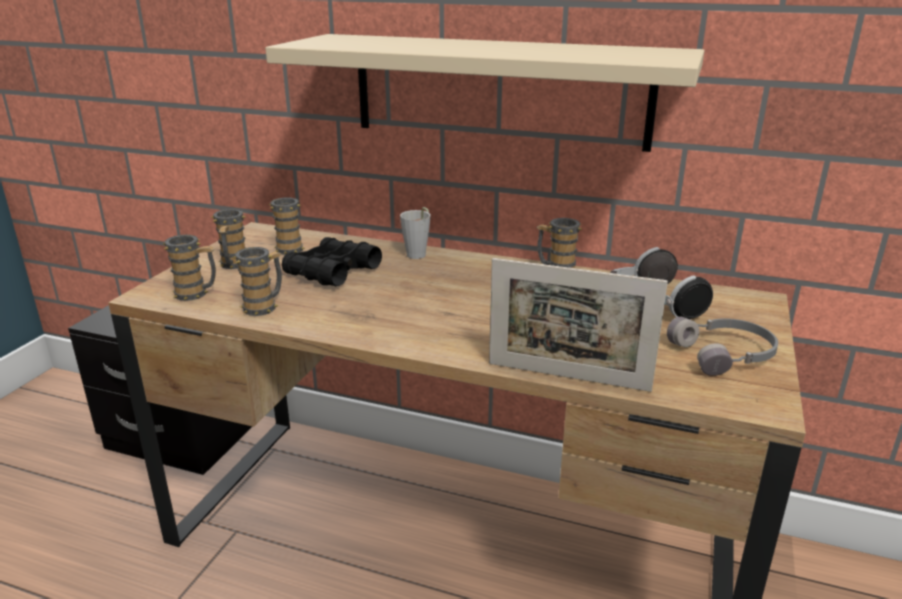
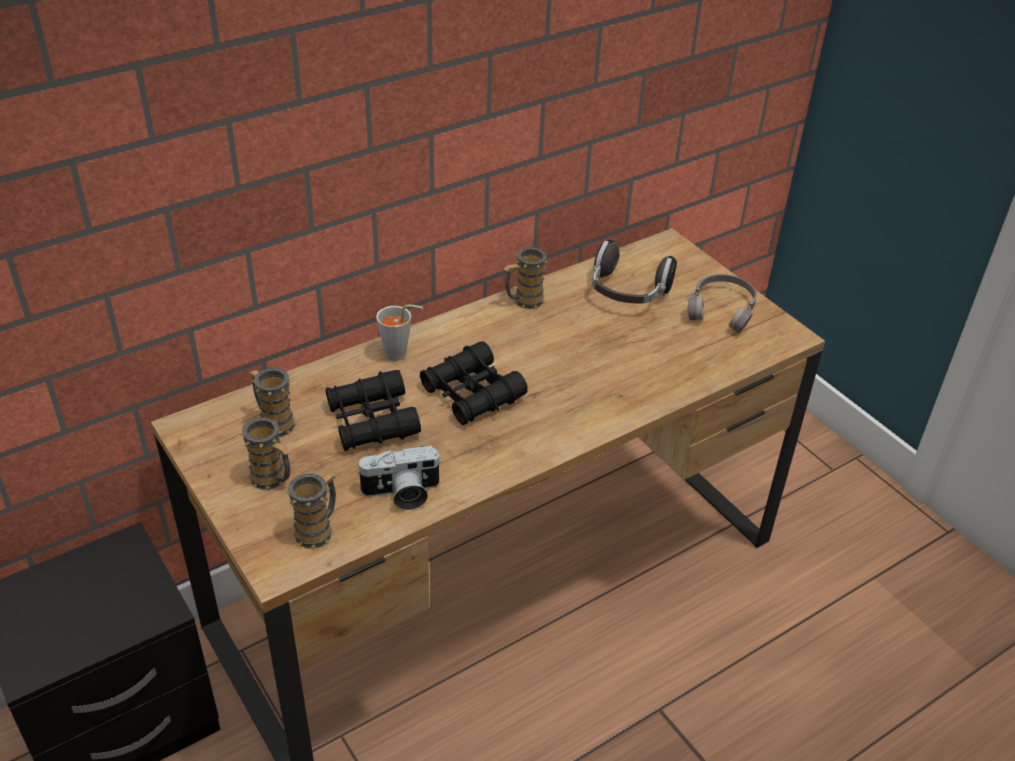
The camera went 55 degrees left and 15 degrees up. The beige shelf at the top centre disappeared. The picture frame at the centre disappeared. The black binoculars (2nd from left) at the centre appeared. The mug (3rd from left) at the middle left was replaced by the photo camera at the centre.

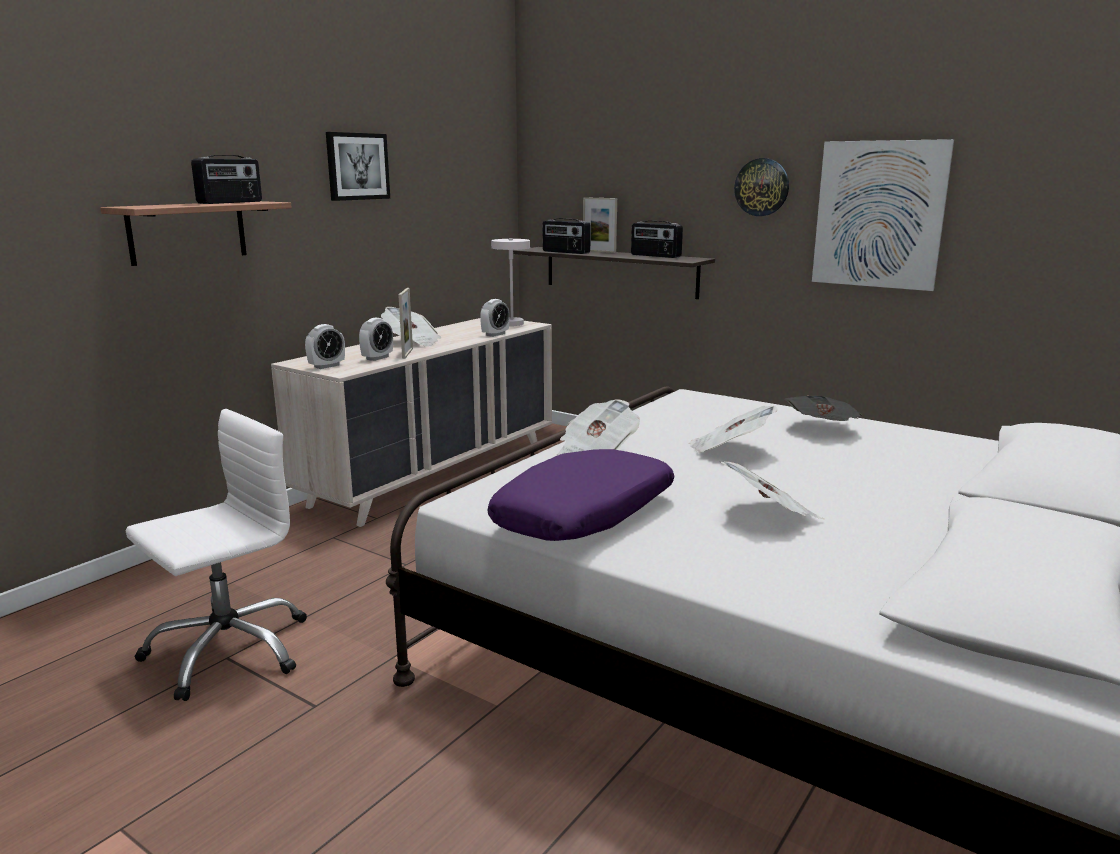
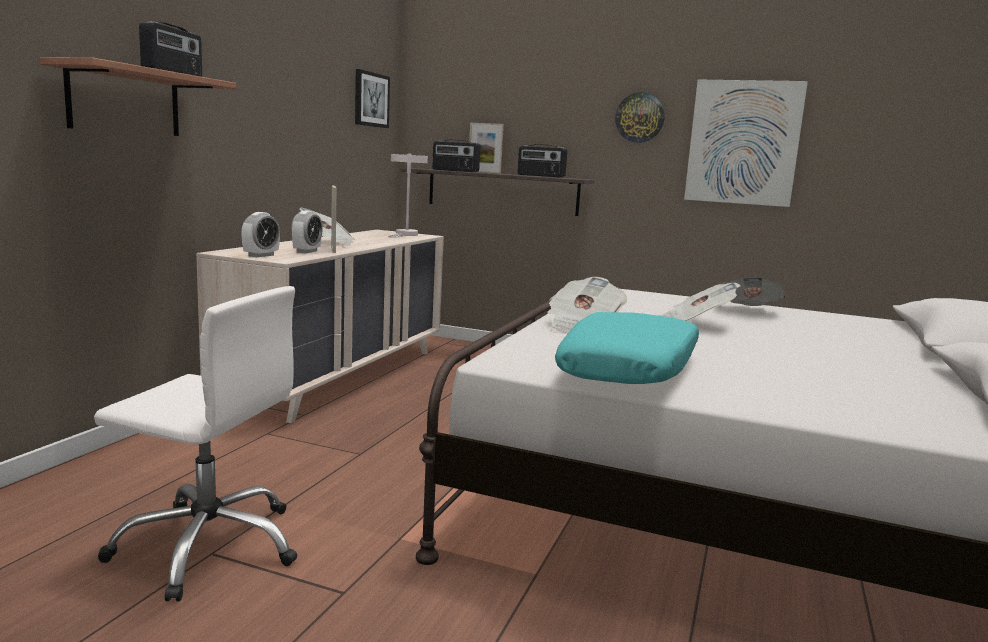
The camera went 15 degrees left and 5 degrees down. The alarm clock (3rd from left) at the centre disappeared. The newspaper (4th from left) at the middle right disappeared. The picture (1st from left) moved from the top left to the top centre. The purple pillow at the centre became the turquoise pillow at the centre. The white office chair at the middle left turned 75 degrees clockwise.

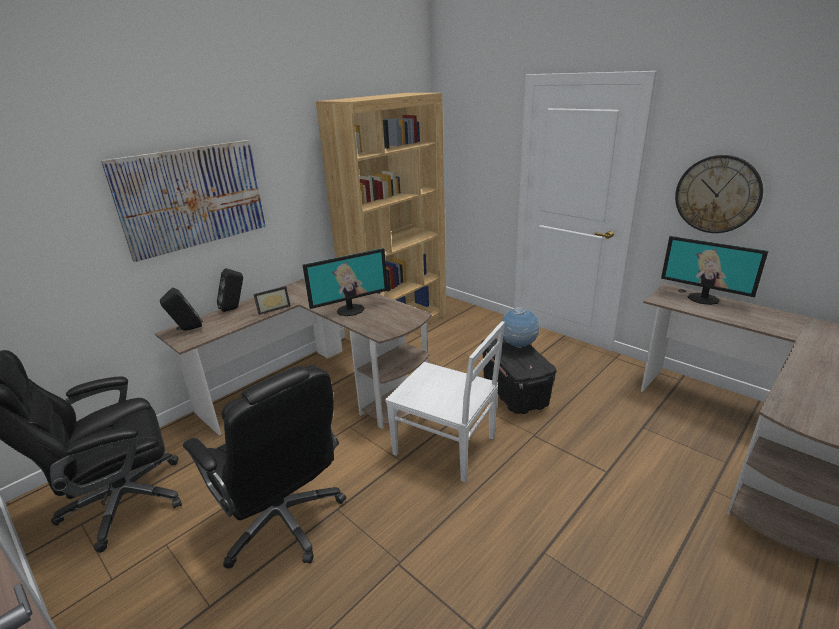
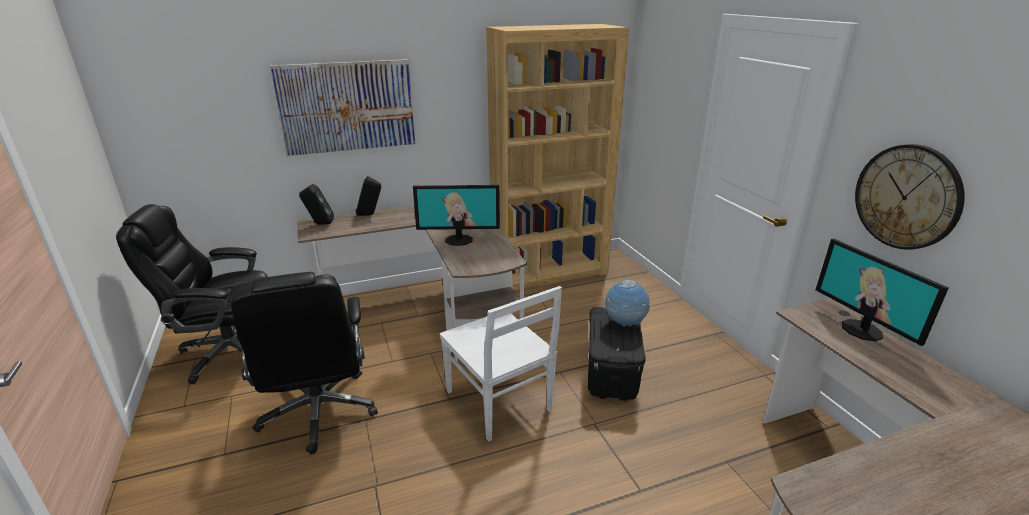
The camera went 25 degrees right and 0 degrees up. The picture frame at the middle left disappeared.

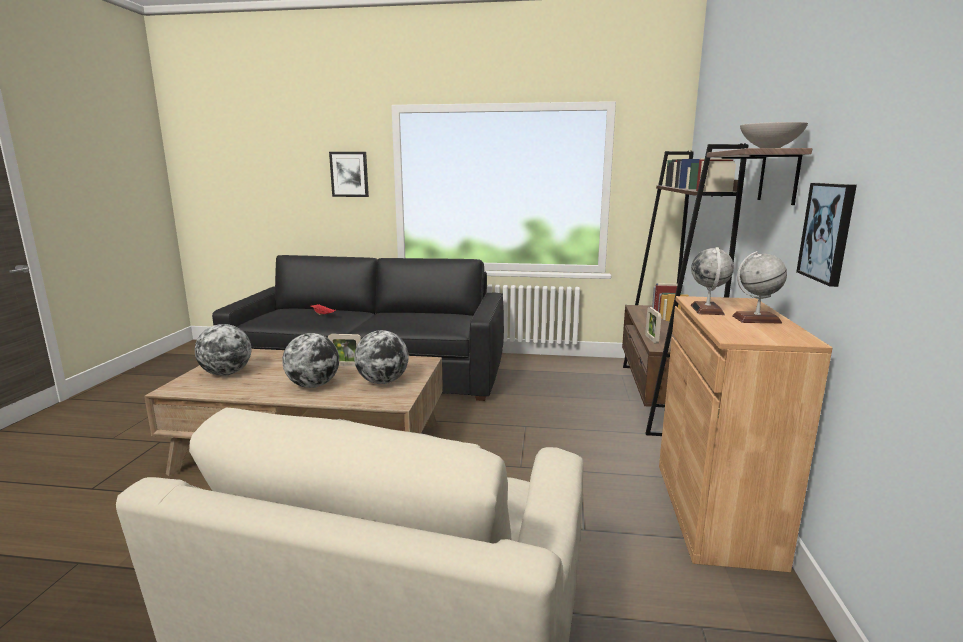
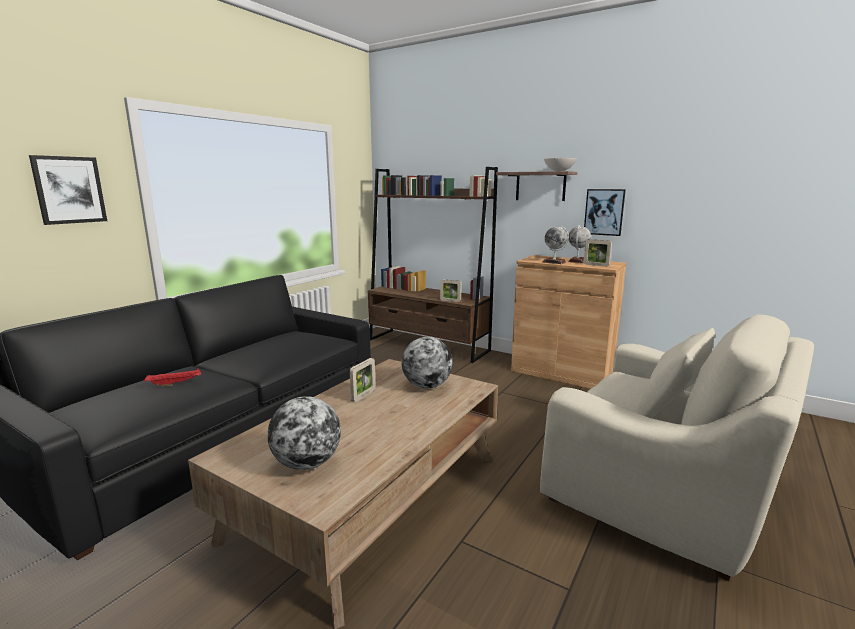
The camera went 65 degrees left and 0 degrees up. The globe (2nd from left) at the middle left disappeared. The picture frame (3rd from left) at the middle right appeared.

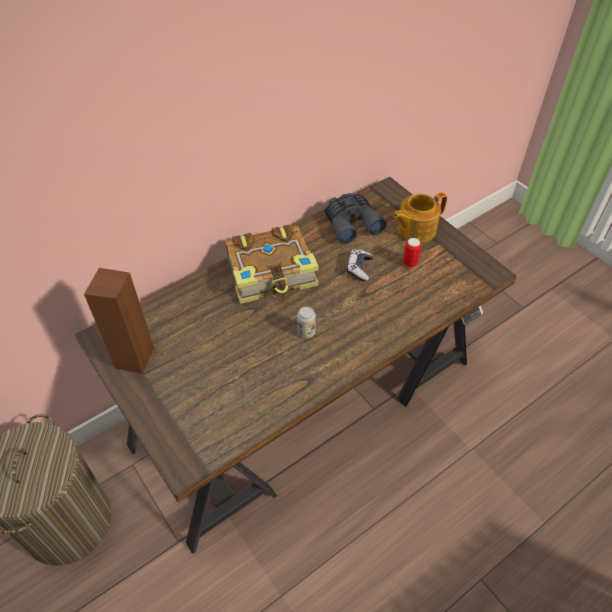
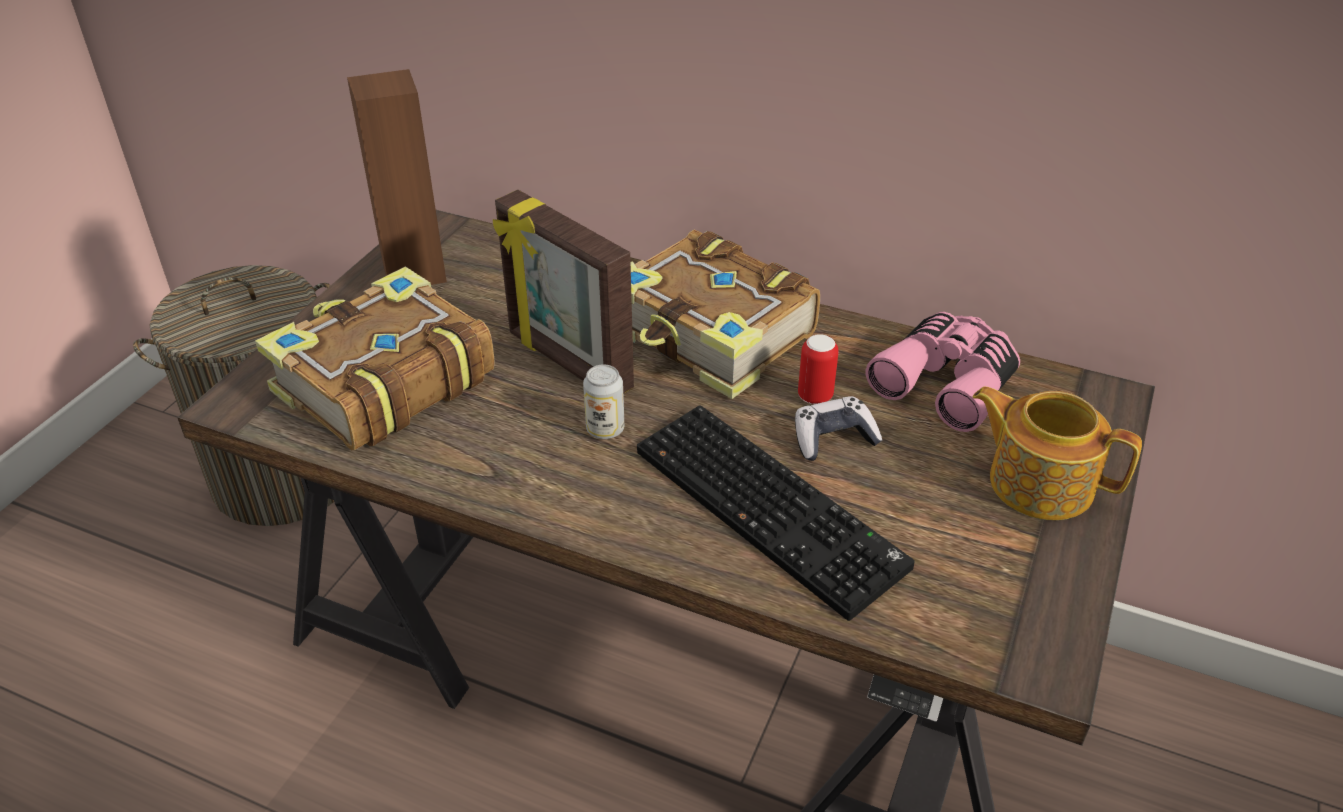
The camera went 60 degrees right and 10 degrees down. The book (1st from left) at the middle left appeared. The picture frame at the centre appeared. The keyboard at the centre appeared. The can (2nd from left) moved from the middle right to the centre. The grey binoculars at the centre became the pink binoculars at the middle right.

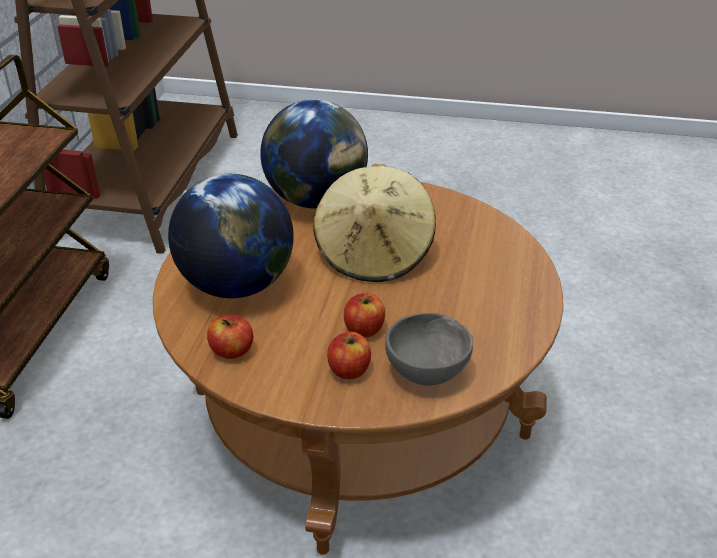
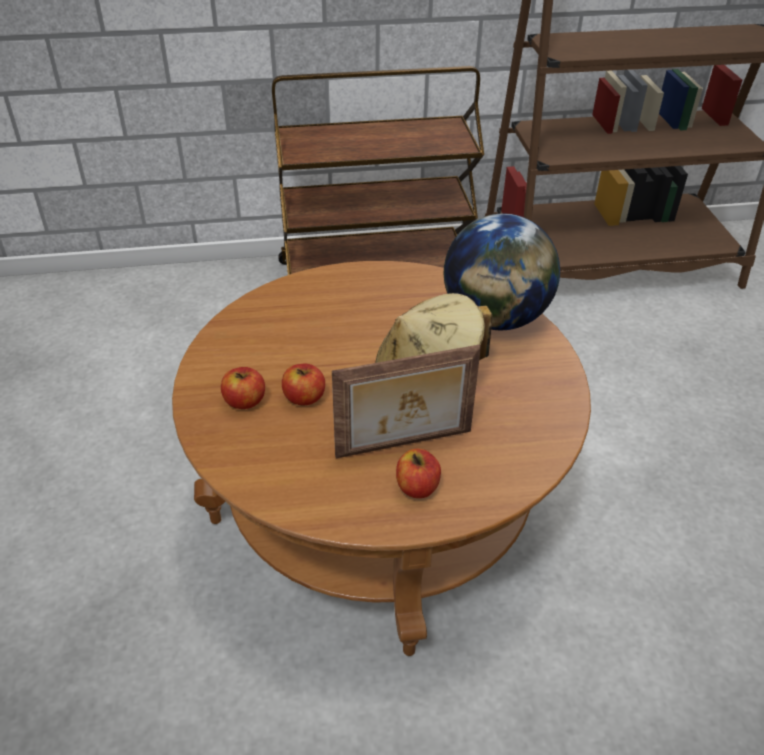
The camera went 70 degrees right and 5 degrees up. The globe (1st from left) at the middle left disappeared. The grey bowl at the centre disappeared. The picture frame at the centre appeared. The apple (1st from left in the first image) moved from the middle left to the centre.

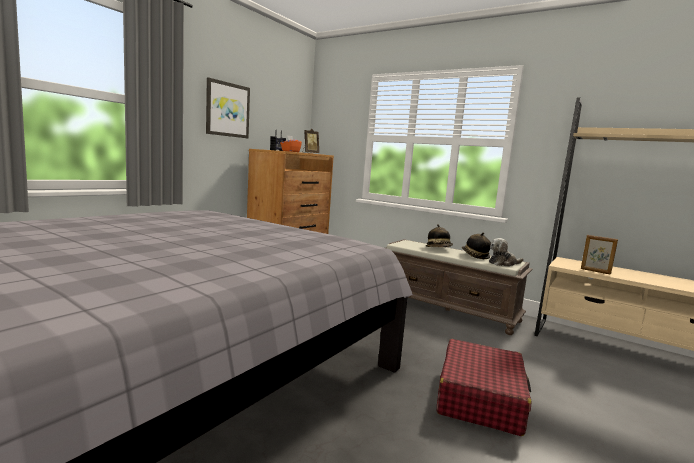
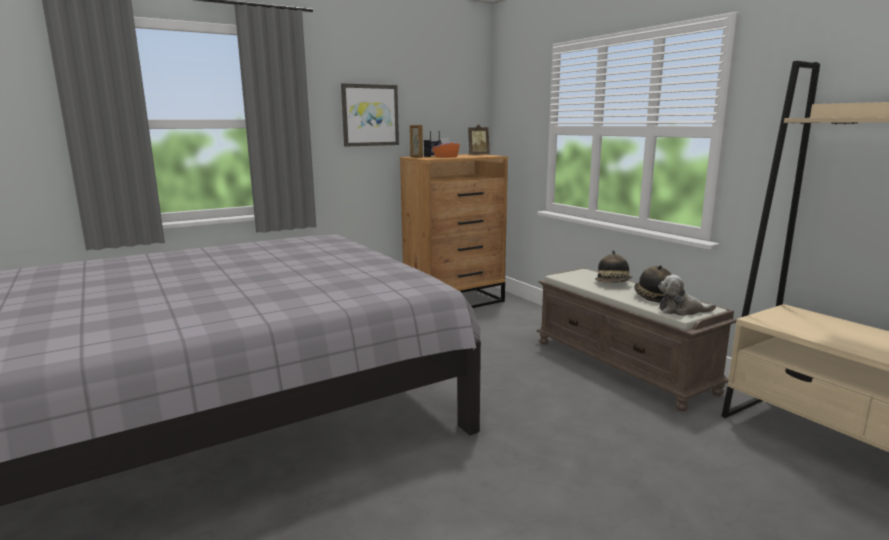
The camera went 25 degrees right and 5 degrees up. The red suitcase at the bottom right disappeared. The picture frame (2nd from left in the first image) moved from the middle right to the top centre.

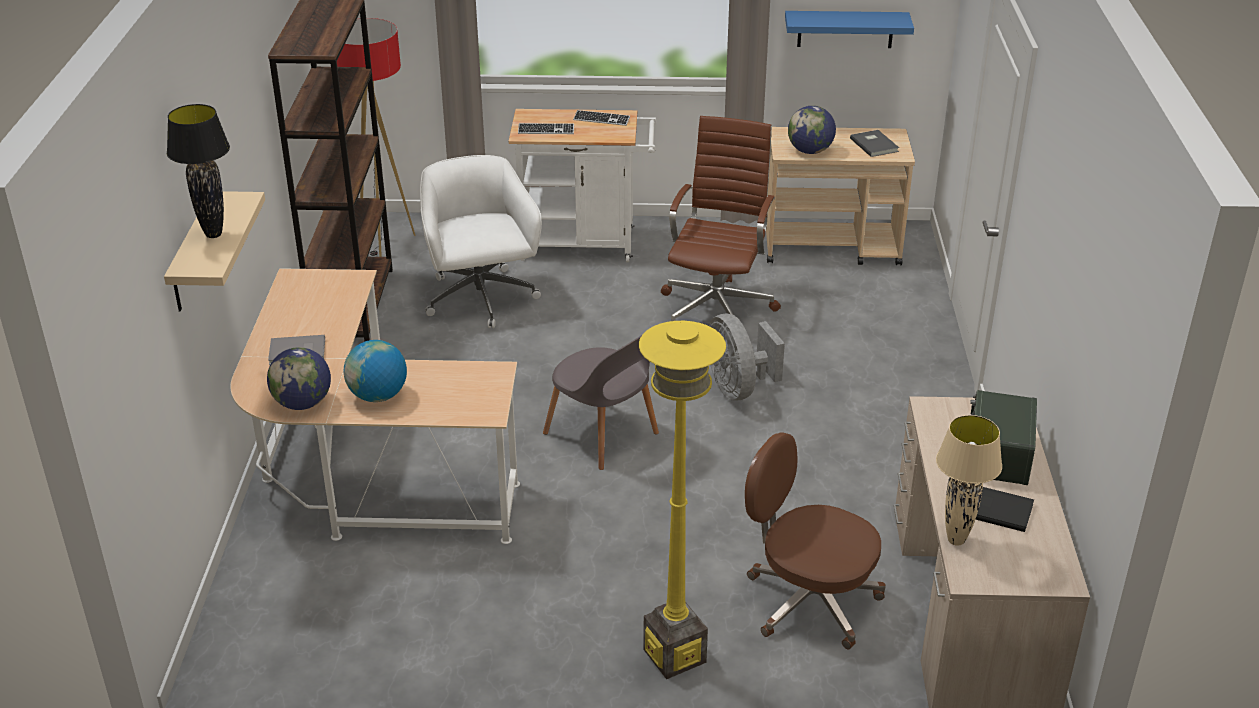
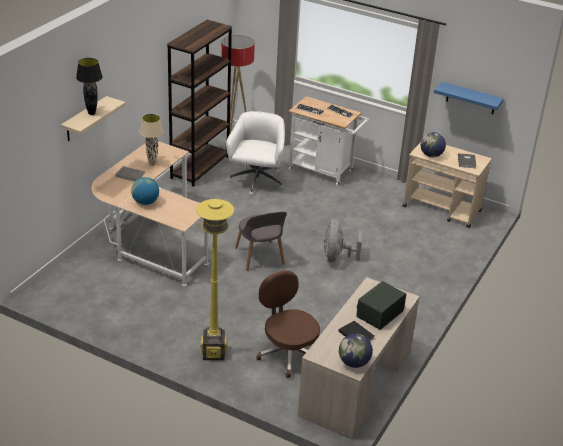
The camera went 25 degrees right and 0 degrees up. The brown office chair (1st from left) at the top centre disappeared. The globe (1st from left in the first image) moved from the middle left to the bottom centre. The beige table lamp moved from the bottom right to the top left.

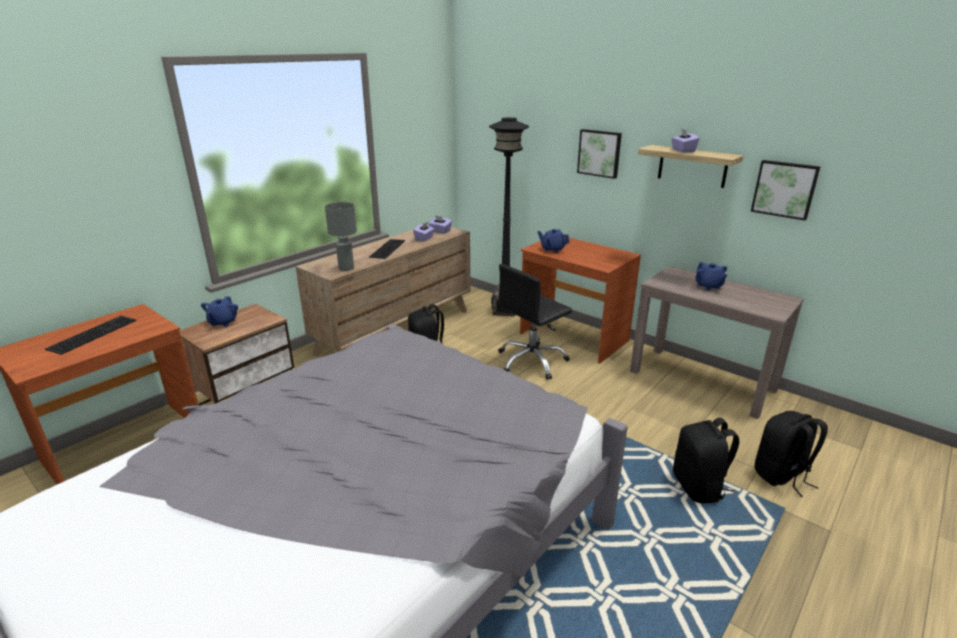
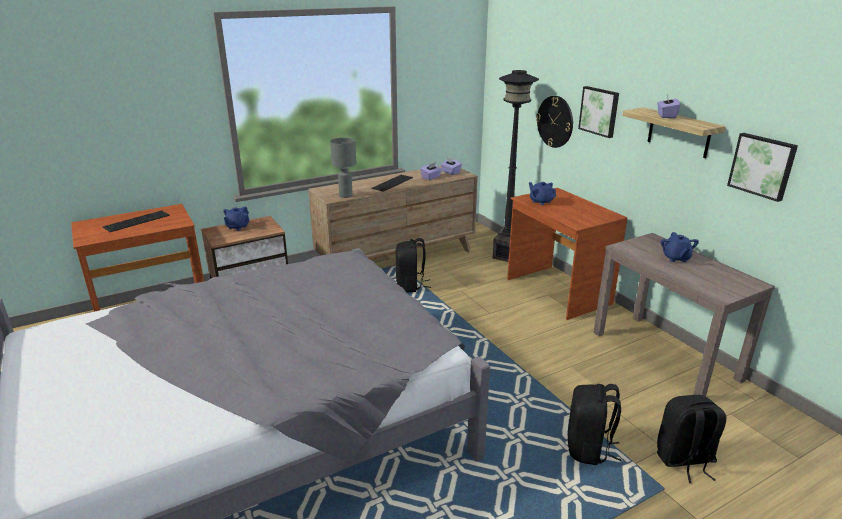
The camera went 20 degrees right and 0 degrees up. The black office chair at the centre disappeared. The wall clock at the top centre appeared.

